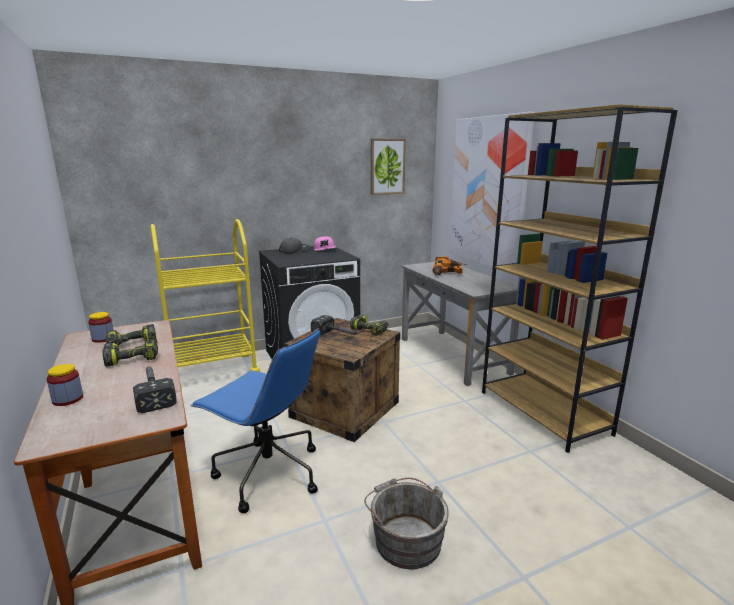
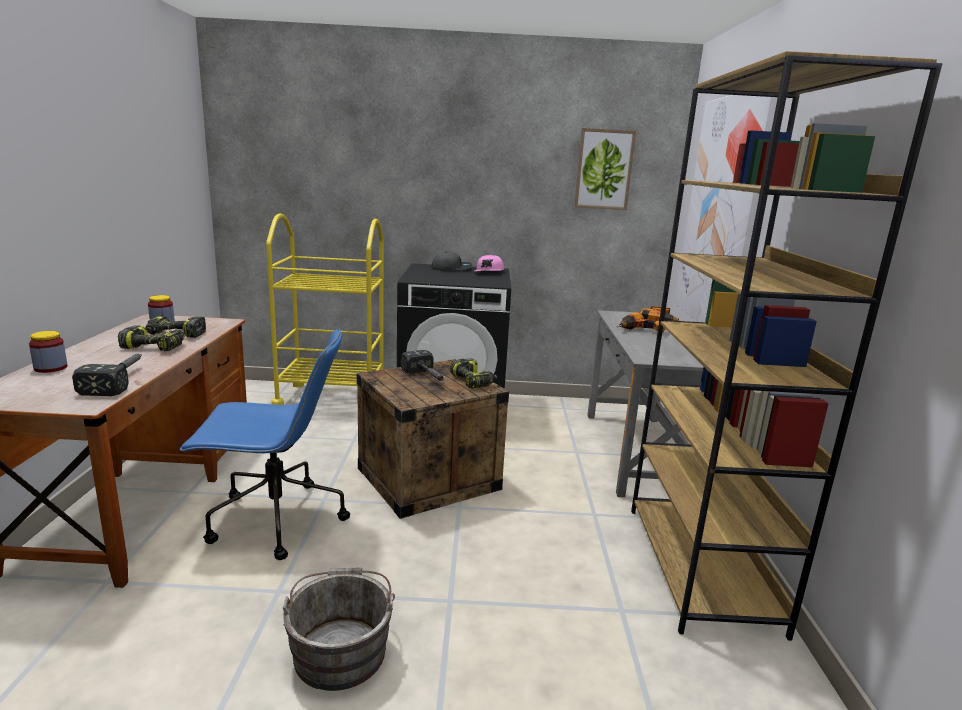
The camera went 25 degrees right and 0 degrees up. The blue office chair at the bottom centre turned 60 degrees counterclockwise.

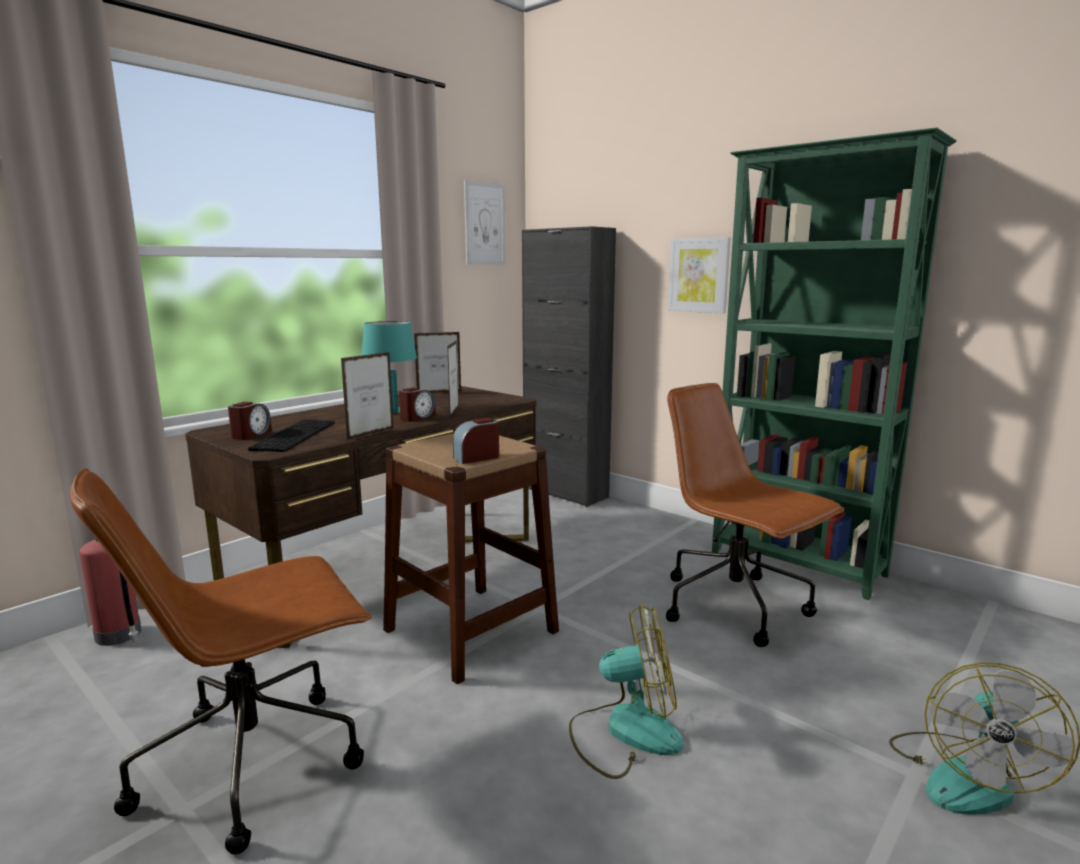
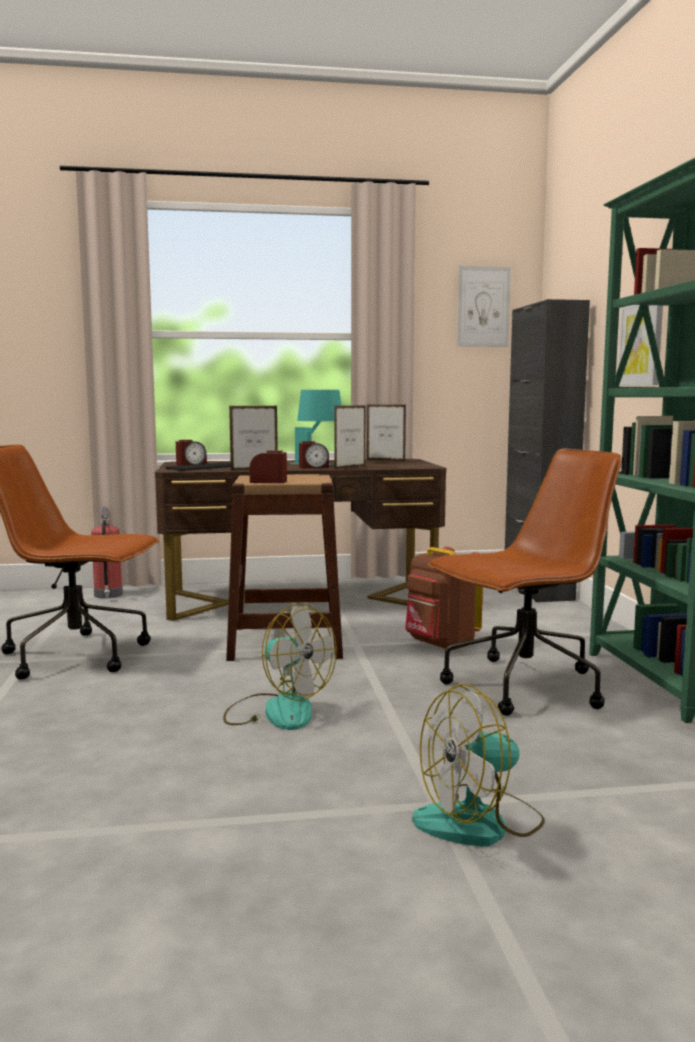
The camera went 40 degrees right and 5 degrees down. The brown backpack at the centre appeared. The brown office chair (2nd from left) at the middle right turned 60 degrees clockwise.

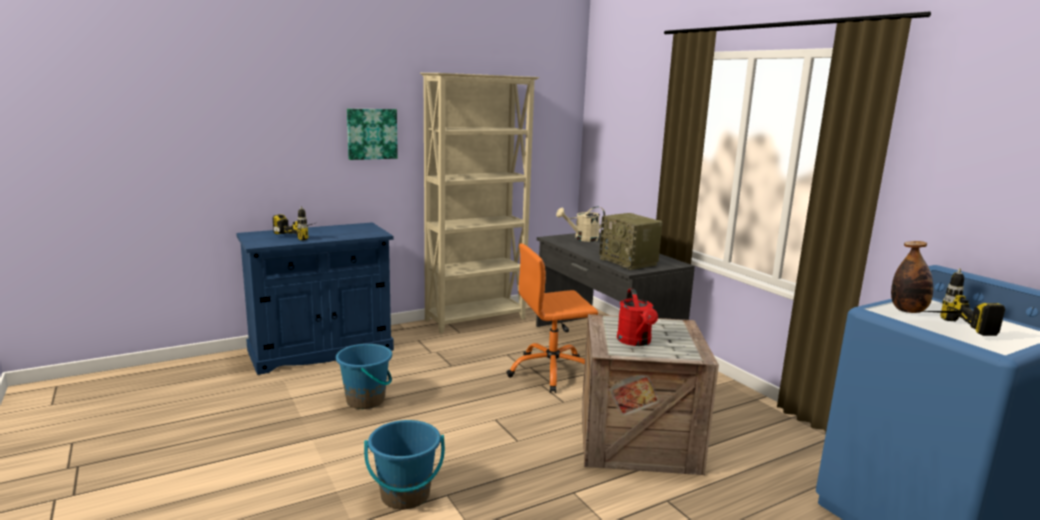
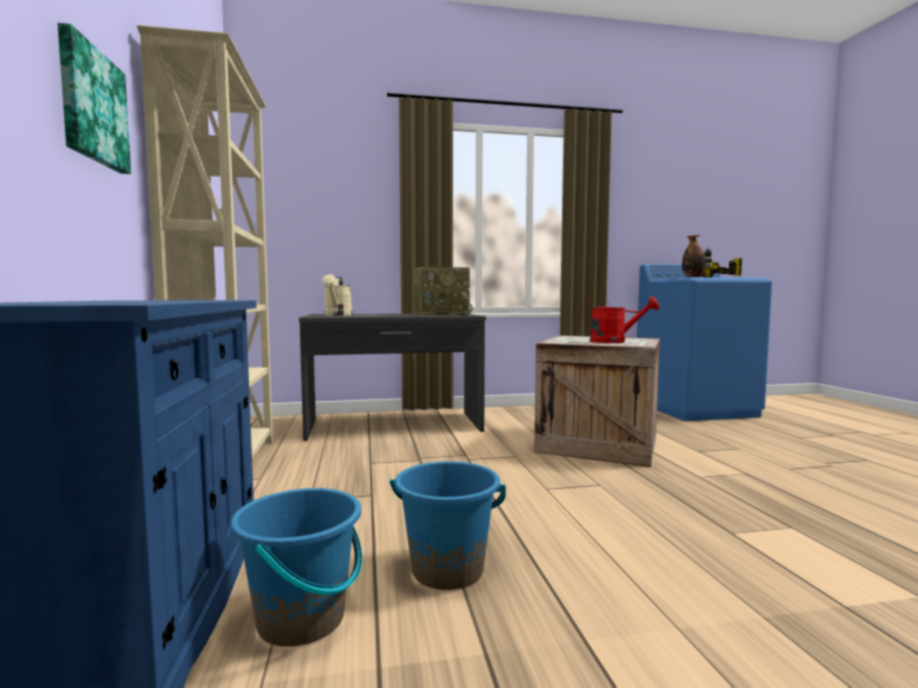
The camera went 70 degrees left and 10 degrees down. The power drill (1st from left) at the middle left disappeared. The orange office chair at the centre disappeared. The blue bucket (2nd from left in the first image) moved from the bottom centre to the bottom left.

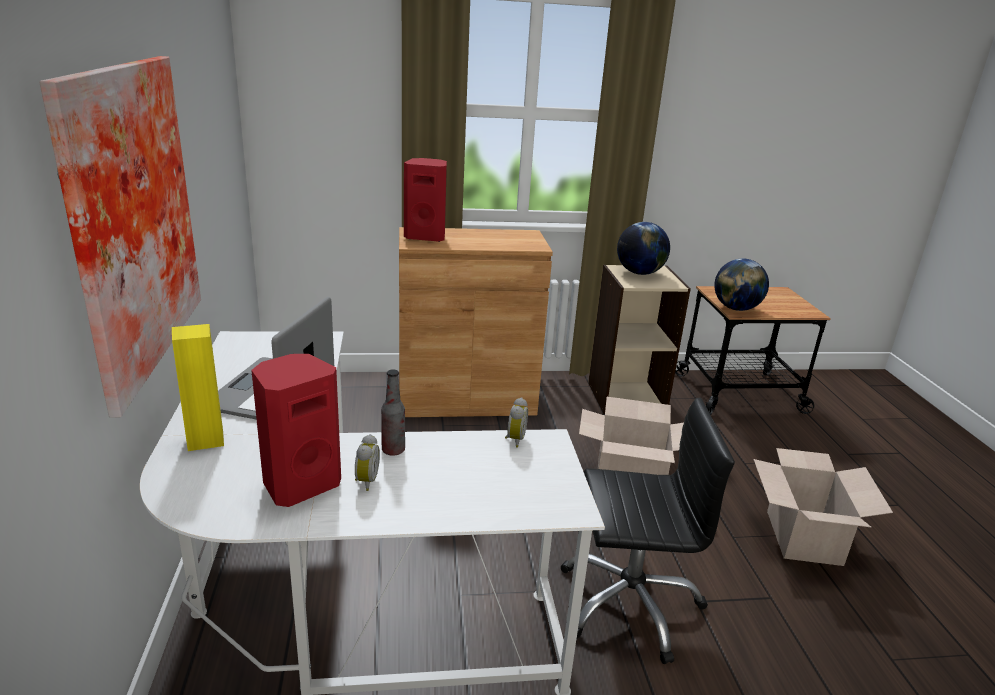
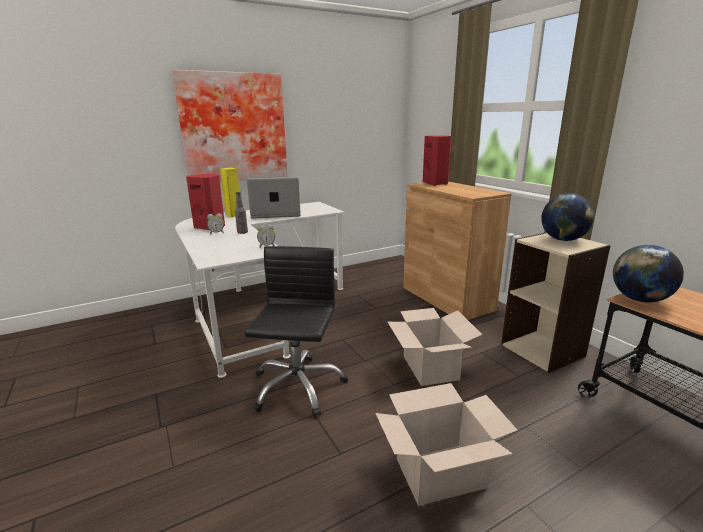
The camera went 70 degrees right and 5 degrees down. The black office chair at the bottom centre turned 150 degrees counterclockwise.

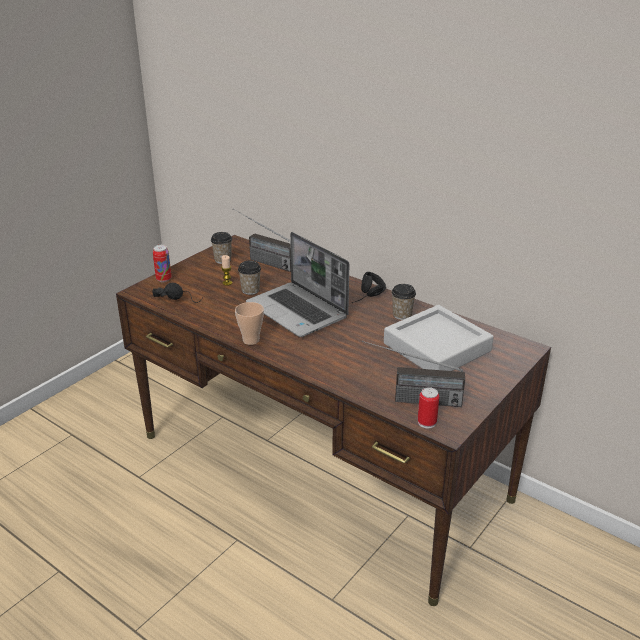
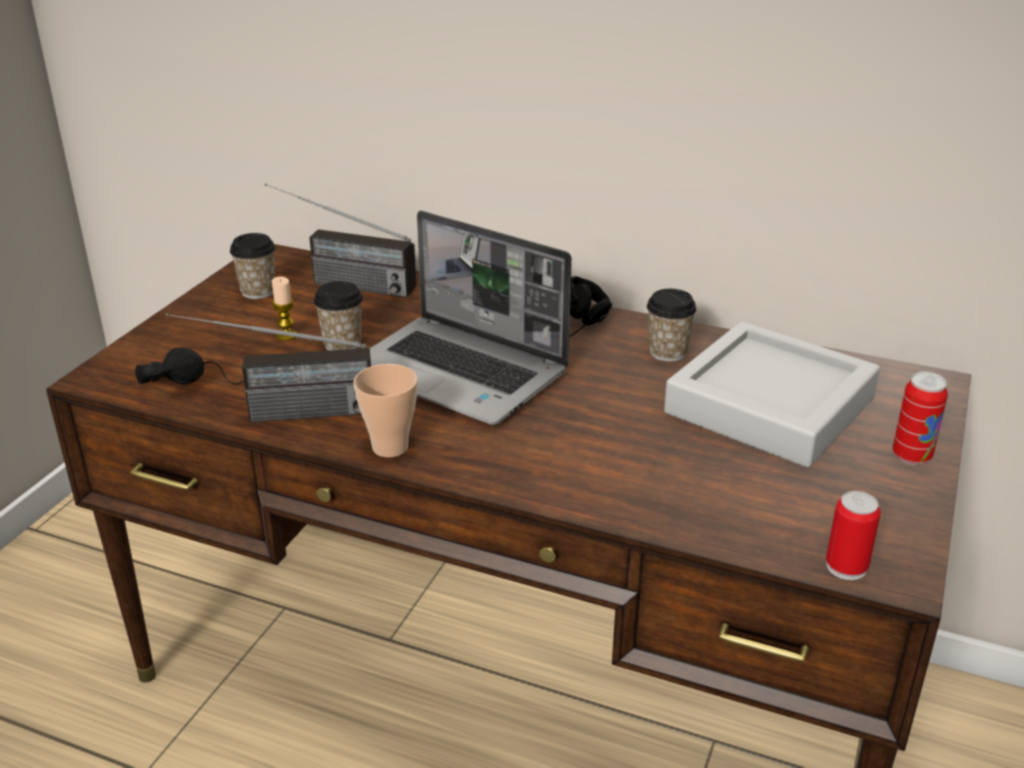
The camera went 15 degrees left and 0 degrees up. The can (1st from left in the first image) moved from the middle left to the middle right. The radio (2nd from left in the first image) moved from the centre to the middle left.

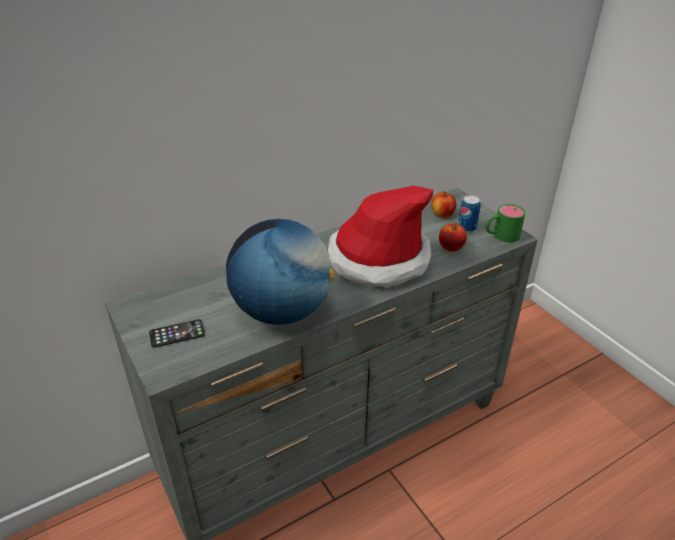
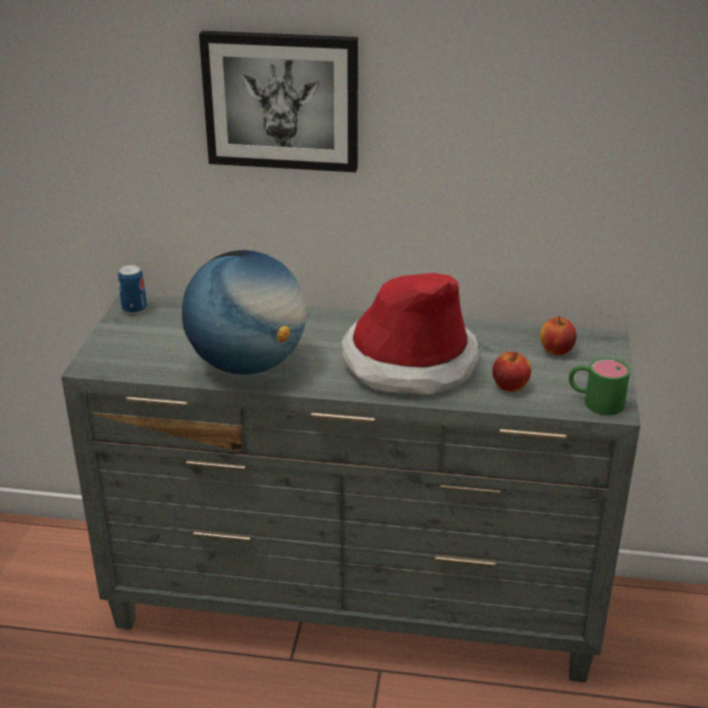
The camera went 40 degrees right and 5 degrees down. The phone at the middle left disappeared. The picture at the top centre appeared. The can moved from the middle right to the middle left.

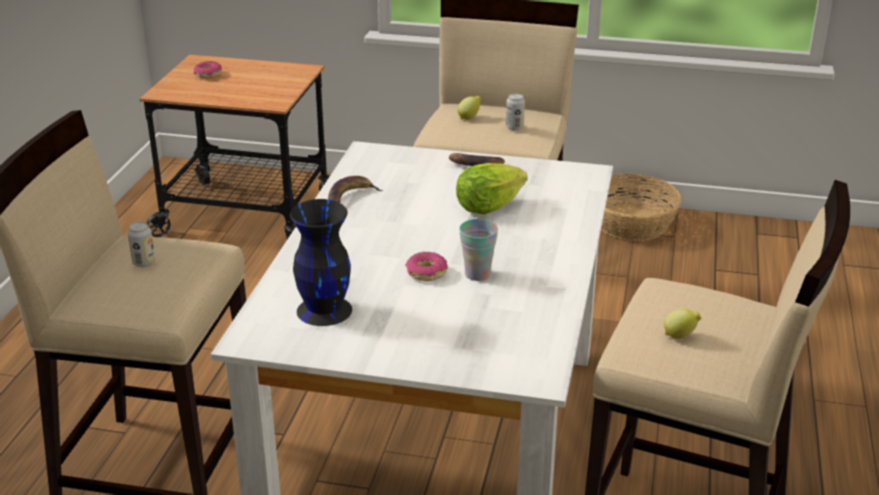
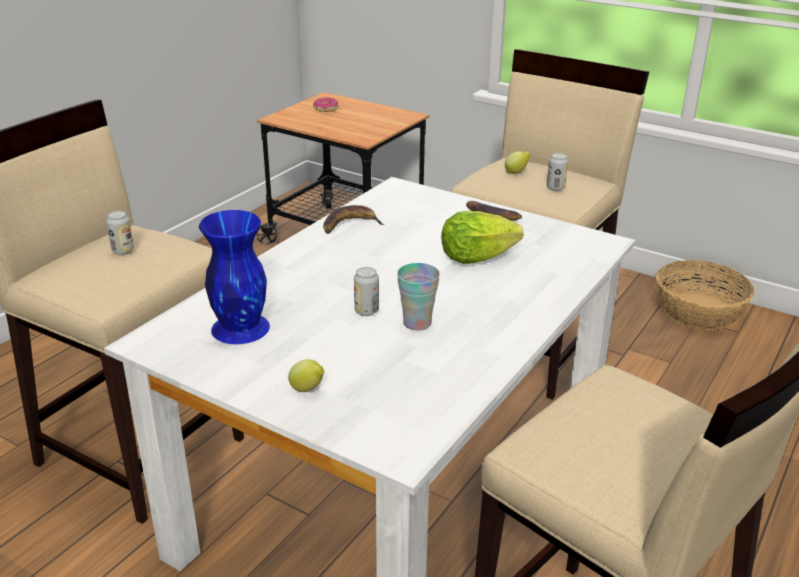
The camera went 20 degrees right and 0 degrees up. The lemon (2nd from left in the first image) moved from the middle right to the centre. The donut (2nd from left) at the centre was replaced by the can (2nd from left) at the centre. The black vase at the centre became the blue vase at the middle left.

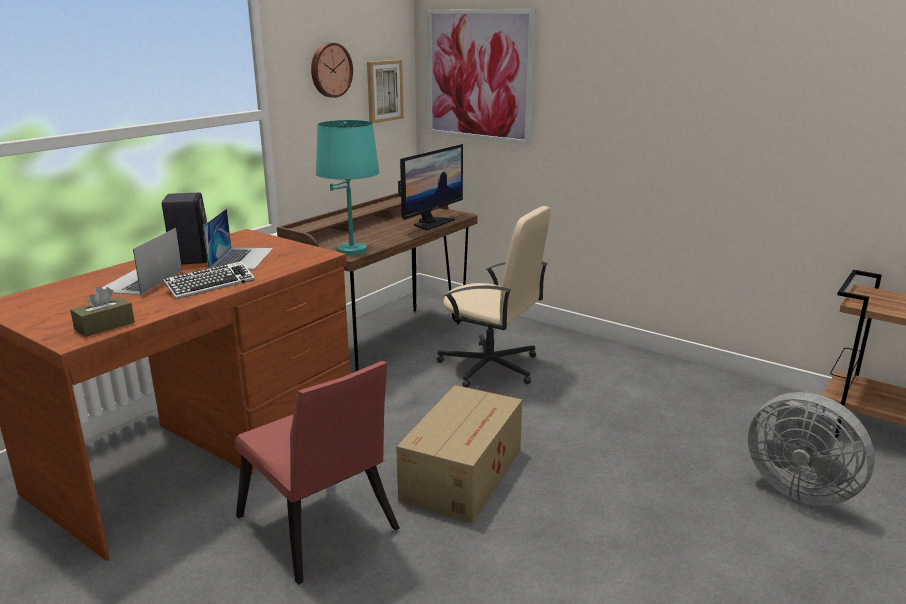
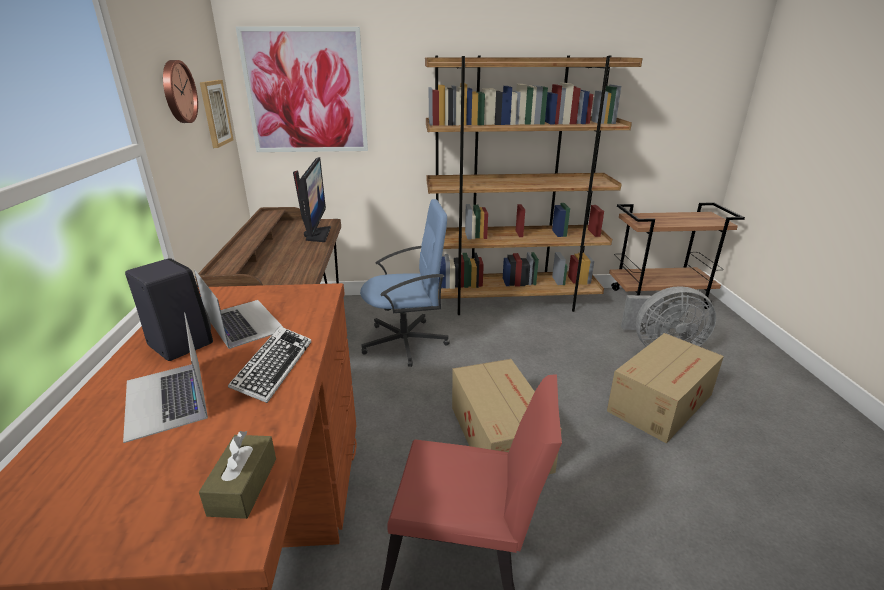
The camera went 40 degrees left and 5 degrees up. The turquoise table lamp at the top centre disappeared. The brown bookcase at the top centre appeared. The cardboard box (2nd from left) at the middle right appeared. The beige office chair at the centre became the blue office chair at the centre.

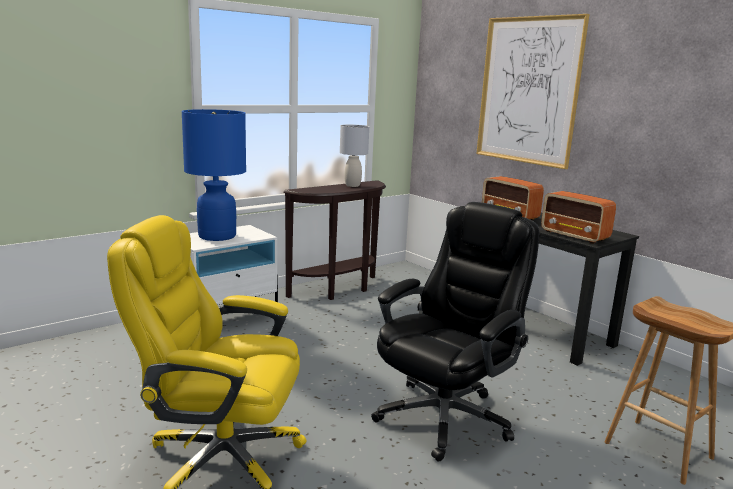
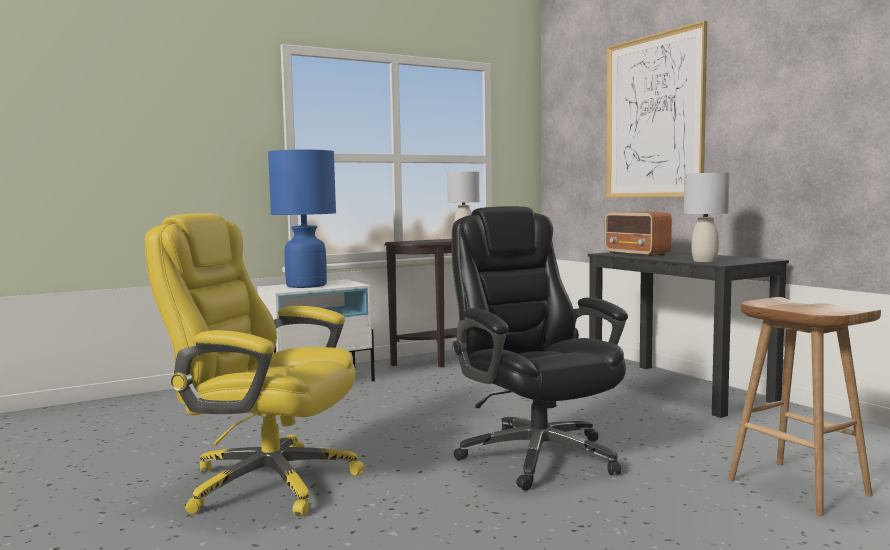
The camera went 10 degrees right and 10 degrees down. The radio (2nd from left) at the middle right was replaced by the grey table lamp (2nd from left) at the middle right. The black office chair at the bottom centre turned 75 degrees counterclockwise.

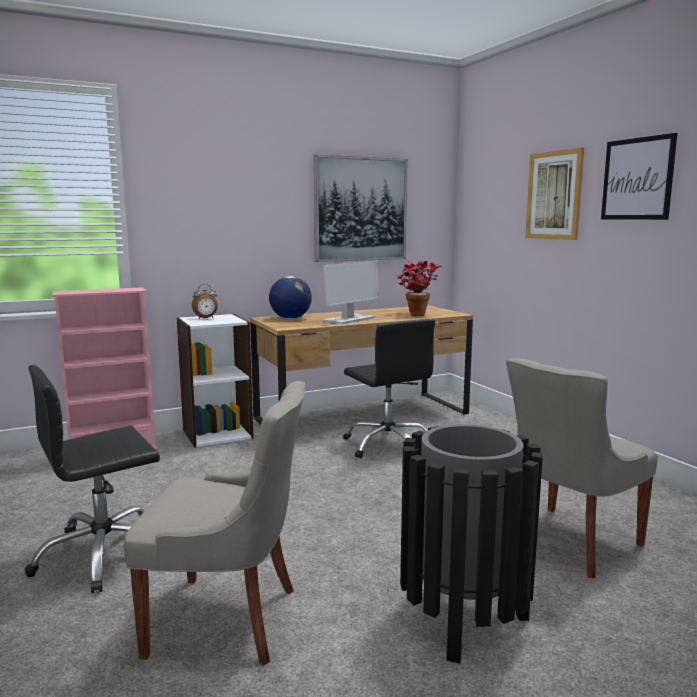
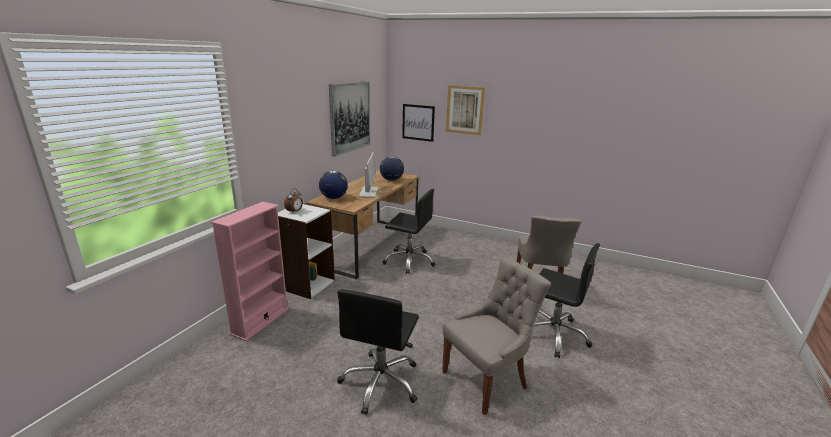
The camera went 40 degrees left and 10 degrees up. The picture (3rd from left in the first image) moved from the top right to the top centre. The potted plant at the centre was replaced by the globe (2nd from left) at the centre. The black trash can at the bottom right was replaced by the black office chair (3rd from left) at the bottom right.

